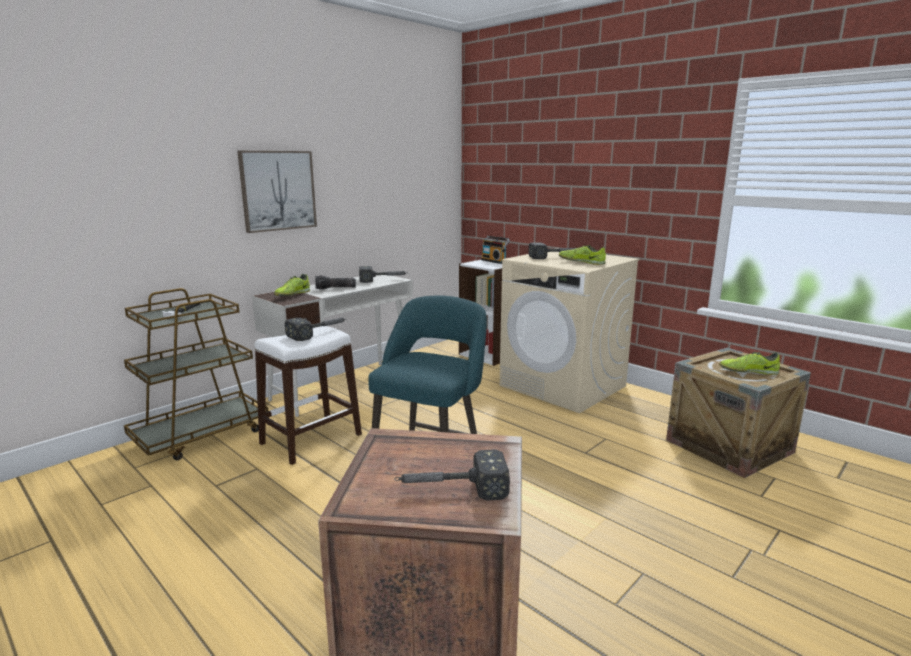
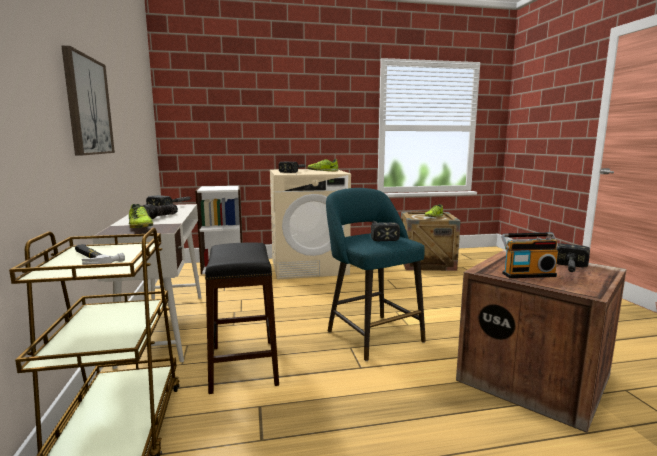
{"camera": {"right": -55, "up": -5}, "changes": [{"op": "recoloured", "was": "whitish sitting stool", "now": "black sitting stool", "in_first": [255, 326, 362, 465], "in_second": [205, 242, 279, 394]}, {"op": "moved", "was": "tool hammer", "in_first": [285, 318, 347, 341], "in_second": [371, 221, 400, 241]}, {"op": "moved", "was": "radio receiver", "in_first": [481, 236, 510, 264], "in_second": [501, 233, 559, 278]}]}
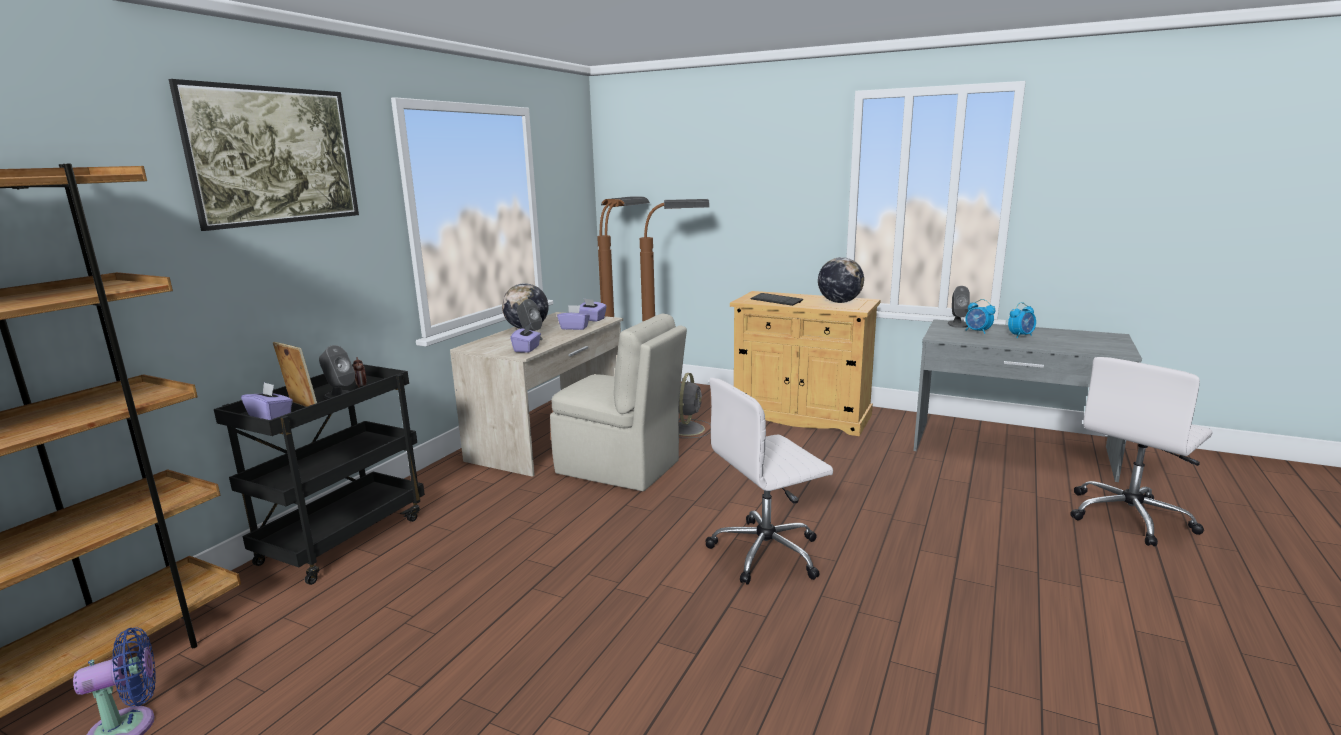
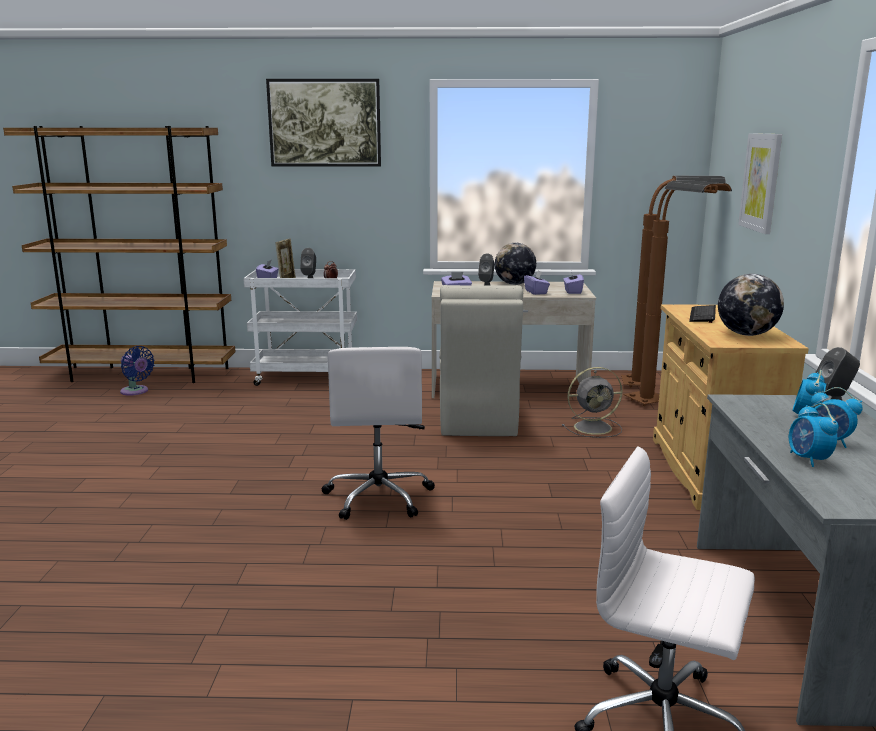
{"camera": {"right": 65, "up": 0}, "changes": [{"op": "recoloured", "was": "black trolley", "now": "whitish trolley", "in_first": [214, 364, 425, 585], "in_second": [243, 269, 357, 386]}, {"op": "turned", "was": "whitish computer chair", "in_first": [705, 378, 833, 585], "in_second": [322, 347, 435, 520], "clockwise": -135}, {"op": "added", "now": "picture", "in_second": [738, 133, 782, 234]}, {"op": "added", "now": "bedside clock", "in_second": [789, 403, 839, 467]}]}
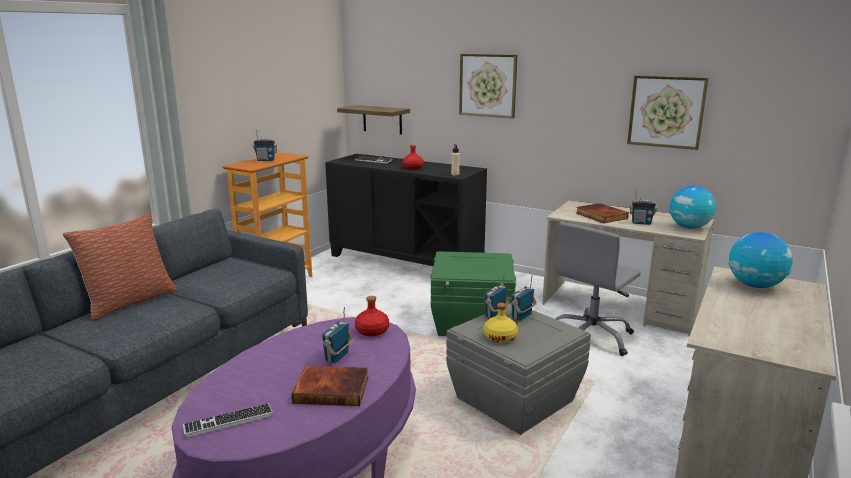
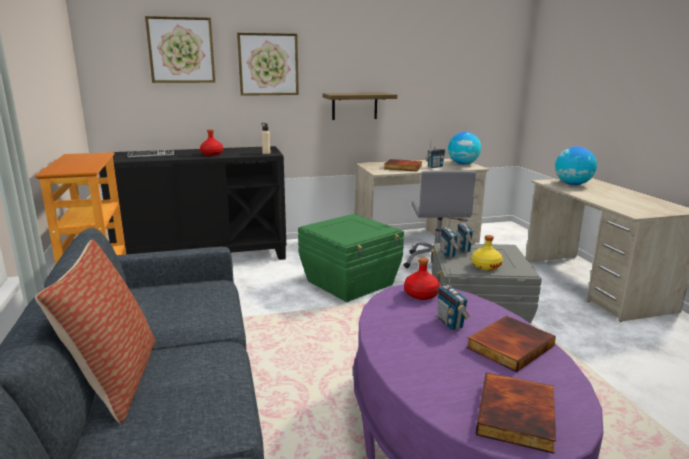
{"camera": {"right": -45, "up": 0}, "changes": [{"op": "moved", "was": "picture", "in_first": [627, 75, 709, 150], "in_second": [145, 16, 215, 83]}, {"op": "moved", "was": "wall shelf", "in_first": [337, 105, 410, 135], "in_second": [323, 93, 397, 120]}, {"op": "replaced", "was": "PC keyboard", "now": "volume", "in_first": [183, 403, 273, 437], "in_second": [476, 373, 556, 454]}, {"op": "removed", "was": "radio receiver", "in_first": [253, 129, 277, 161]}]}
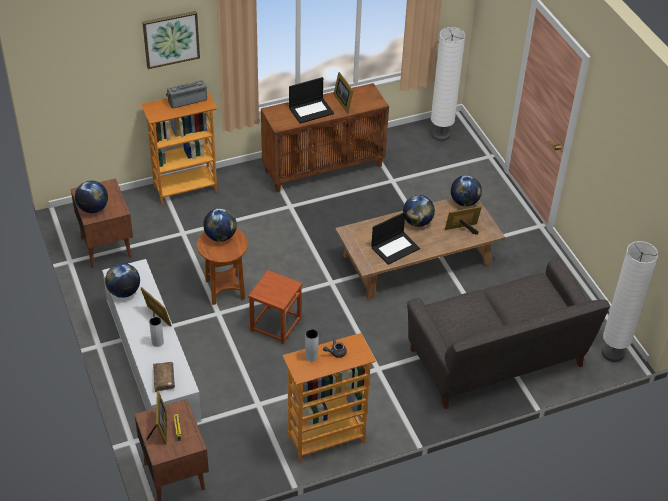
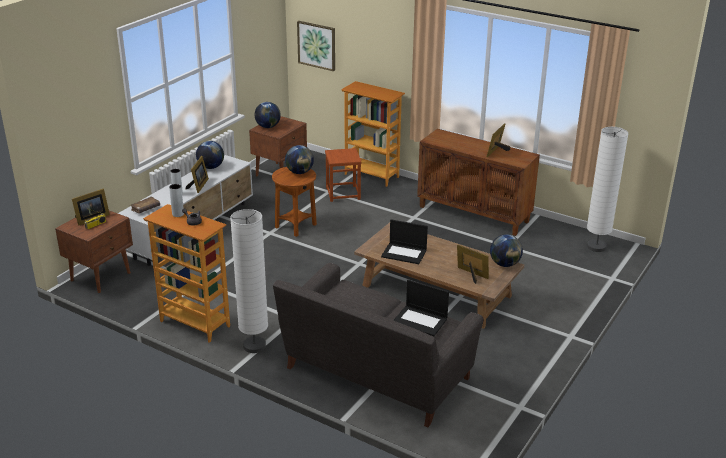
{"camera": {"right": 55, "up": -15}, "changes": [{"op": "moved", "was": "whitish floor lamp", "in_first": [602, 241, 658, 362], "in_second": [230, 209, 268, 353]}, {"op": "moved", "was": "picture", "in_first": [142, 11, 200, 69], "in_second": [297, 21, 335, 71]}, {"op": "moved", "was": "brownish sitting stool", "in_first": [248, 270, 302, 344], "in_second": [325, 148, 362, 202]}, {"op": "moved", "was": "portable computer", "in_first": [289, 77, 334, 124], "in_second": [393, 280, 449, 336]}, {"op": "removed", "was": "radio receiver", "in_first": [166, 80, 207, 108]}, {"op": "removed", "was": "world globe", "in_first": [403, 195, 435, 227]}]}
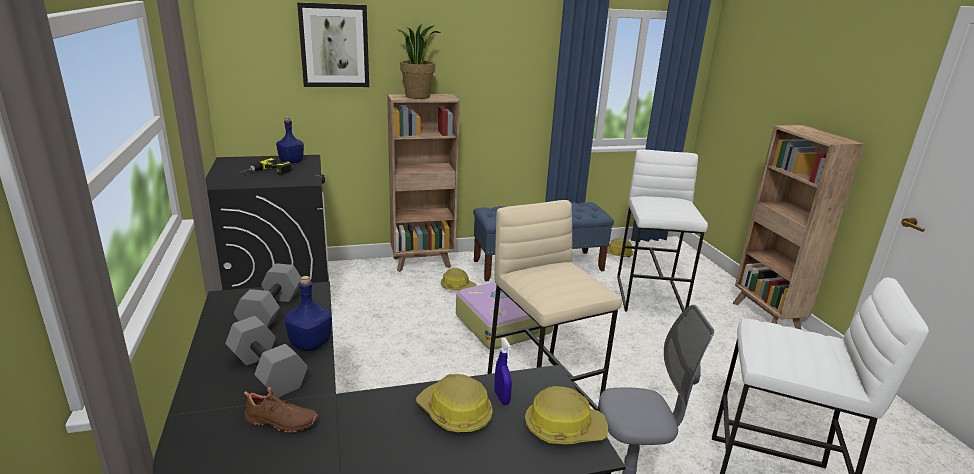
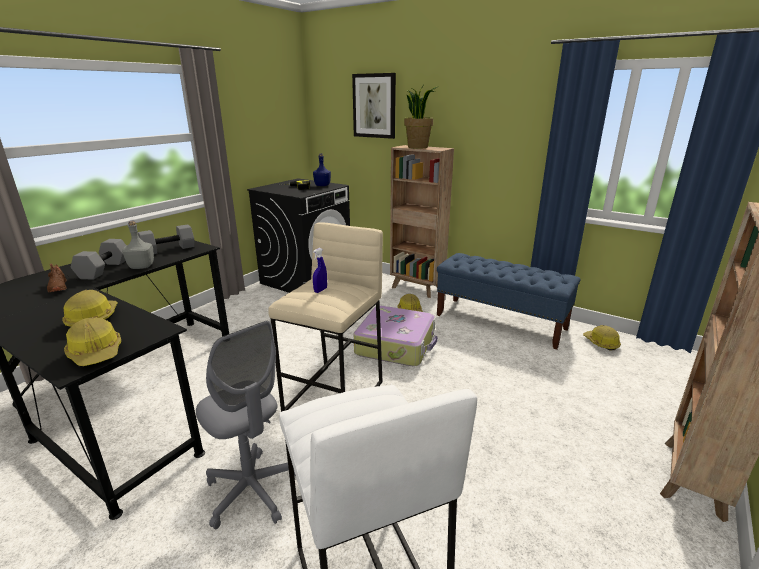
{"camera": {"right": 50, "up": 0}, "changes": [{"op": "recoloured", "was": "bluish beverage bottle", "now": "gray beverage bottle", "in_first": [284, 276, 332, 351], "in_second": [122, 221, 154, 269]}, {"op": "moved", "was": "bluish hand sprayer", "in_first": [494, 338, 512, 405], "in_second": [313, 248, 327, 293]}, {"op": "removed", "was": "whitish sitting stool", "in_first": [617, 150, 708, 312]}]}
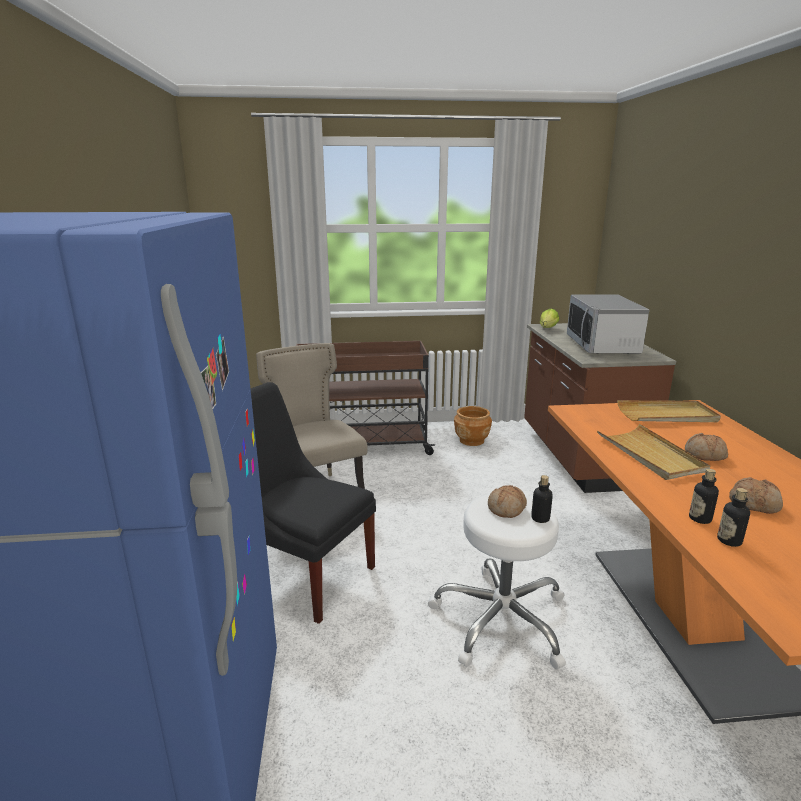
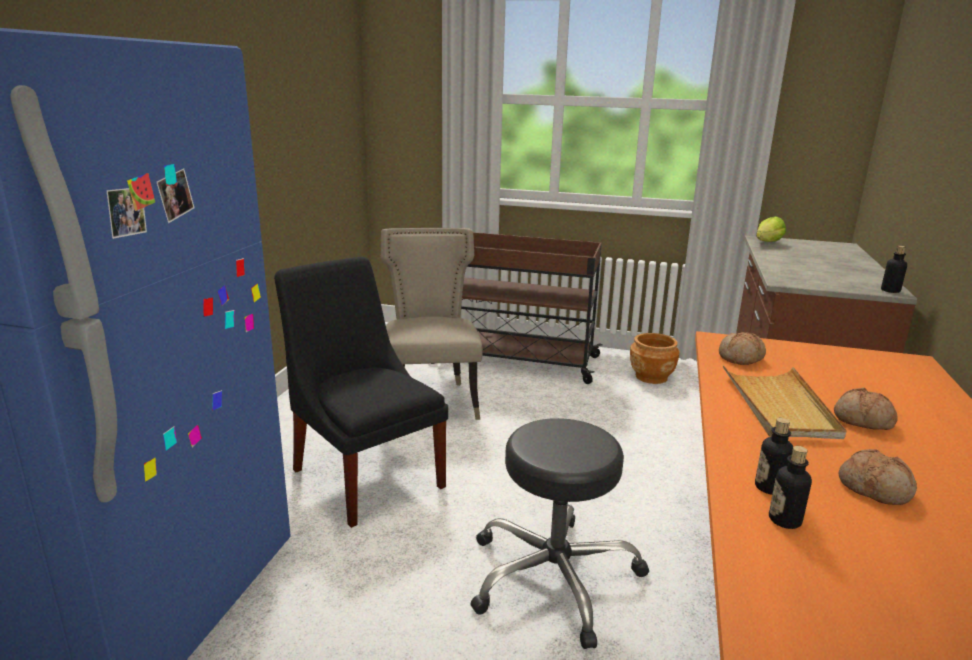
{"camera": {"right": 20, "up": 0}, "changes": [{"op": "recoloured", "was": "whitish sitting stool", "now": "black sitting stool", "in_first": [428, 494, 566, 669], "in_second": [470, 418, 649, 649]}, {"op": "moved", "was": "bread", "in_first": [488, 485, 527, 518], "in_second": [719, 332, 766, 365]}, {"op": "moved", "was": "beverage bottle", "in_first": [531, 475, 553, 523], "in_second": [881, 246, 907, 293]}, {"op": "removed", "was": "microwave oven", "in_first": [567, 295, 649, 354]}, {"op": "removed", "was": "sand-coloured tray", "in_first": [617, 400, 721, 422]}]}
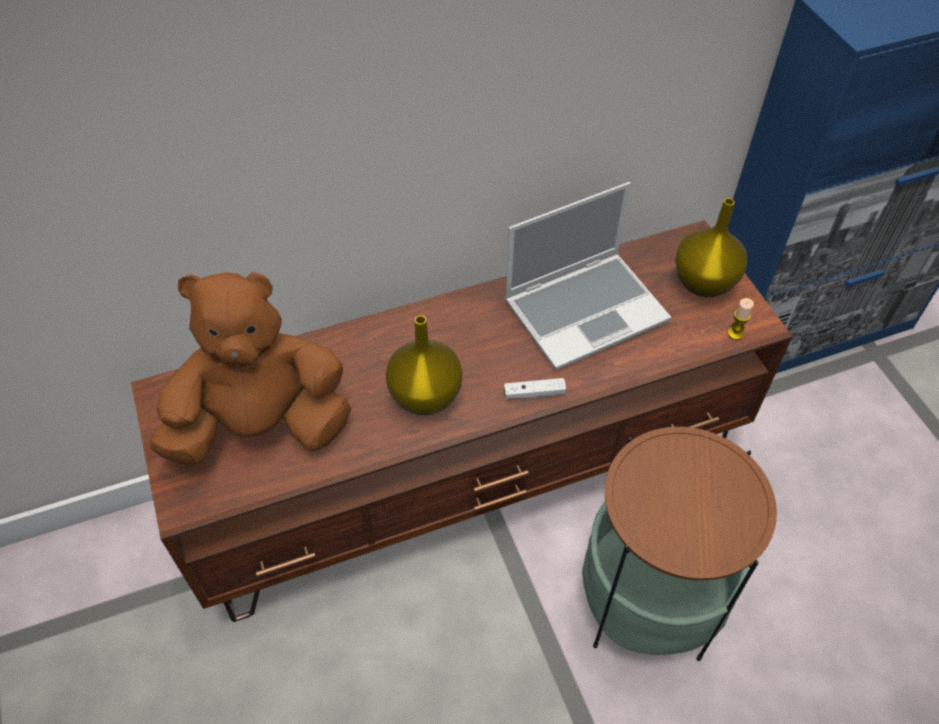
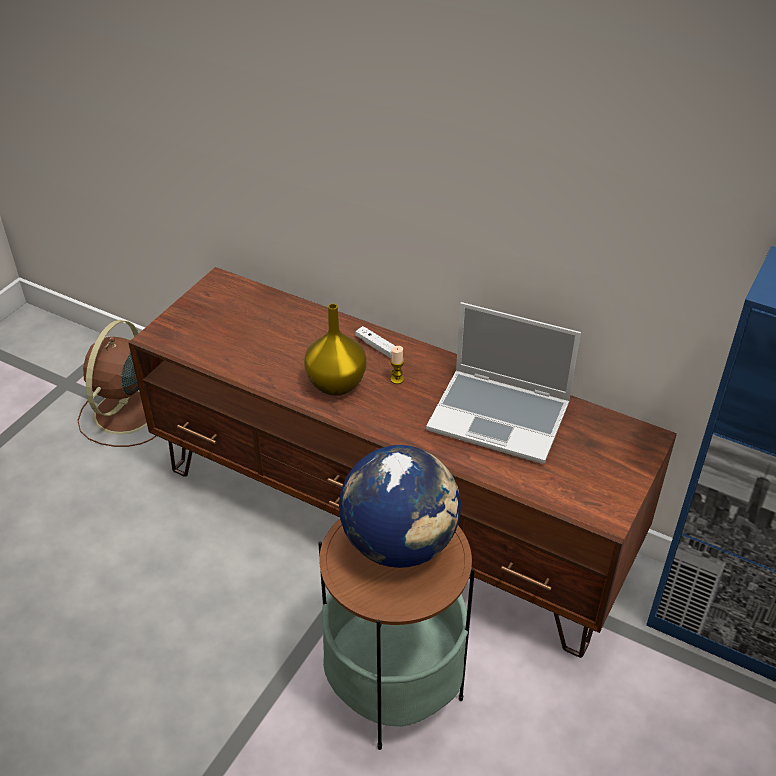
{"camera": {"right": 50, "up": -10}, "changes": [{"op": "added", "now": "brownish electric fan", "in_second": [77, 320, 156, 447]}, {"op": "added", "now": "world globe", "in_second": [339, 445, 461, 568]}, {"op": "moved", "was": "whitish gamepad", "in_first": [504, 378, 566, 399], "in_second": [356, 326, 395, 358]}, {"op": "moved", "was": "wax light", "in_first": [727, 298, 754, 340], "in_second": [390, 346, 404, 384]}, {"op": "removed", "was": "brownish soft toy", "in_first": [149, 272, 351, 466]}, {"op": "removed", "was": "yellow decorative vase", "in_first": [675, 198, 747, 297]}]}
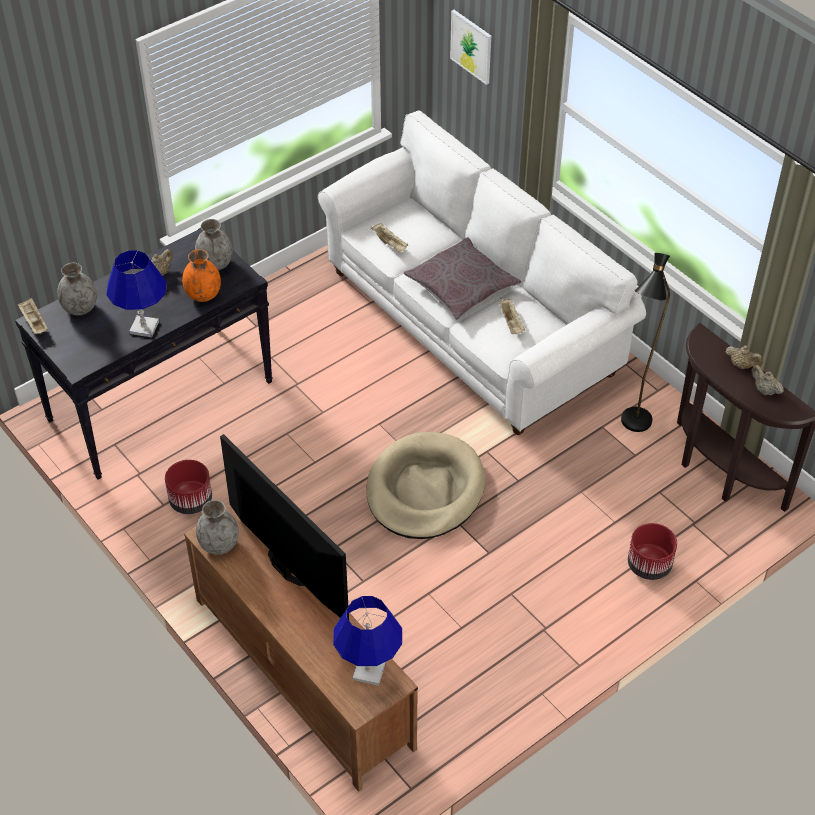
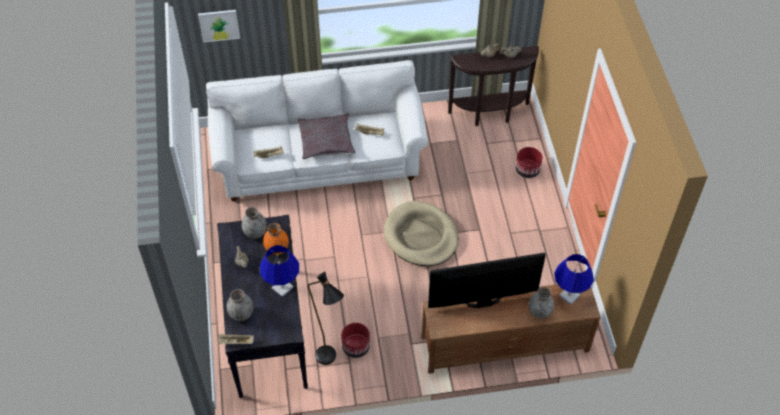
{"camera": {"right": -60, "up": 5}, "changes": [{"op": "moved", "was": "black floor lamp", "in_first": [621, 253, 670, 432], "in_second": [308, 272, 344, 365]}, {"op": "moved", "was": "gray decorative vase", "in_first": [196, 500, 239, 555], "in_second": [528, 287, 554, 318]}]}
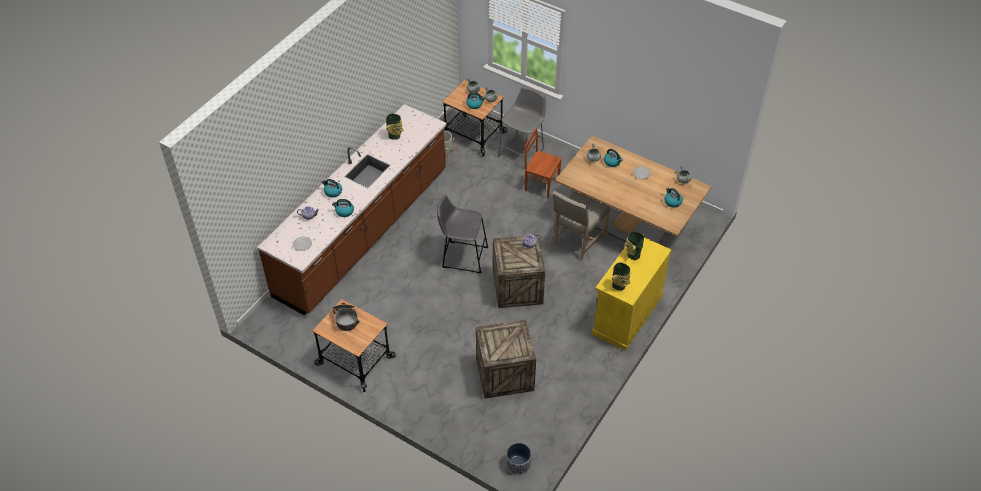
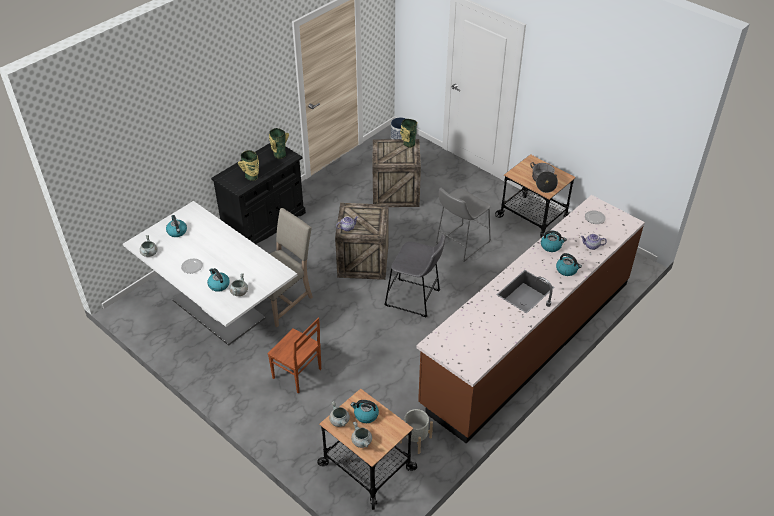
{"camera": {"right": -170, "up": -5}, "changes": [{"op": "recoloured", "was": "brownish kitchen table", "now": "whitish kitchen table", "in_first": [555, 136, 712, 243], "in_second": [123, 201, 297, 346]}, {"op": "recoloured", "was": "yellow cabinet", "now": "black cabinet", "in_first": [592, 237, 672, 351], "in_second": [211, 143, 306, 244]}, {"op": "moved", "was": "decorative vase", "in_first": [386, 114, 403, 140], "in_second": [400, 119, 417, 148]}, {"op": "moved", "was": "gray sitting stool", "in_first": [498, 86, 546, 169], "in_second": [435, 188, 491, 262]}]}
